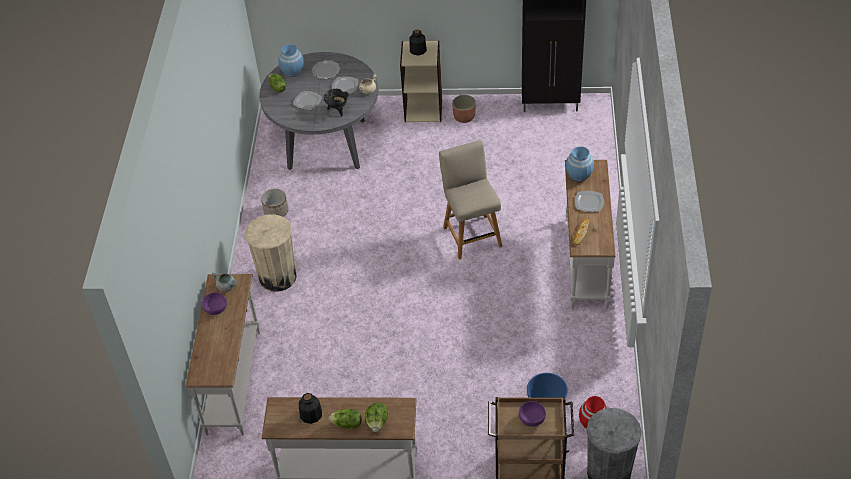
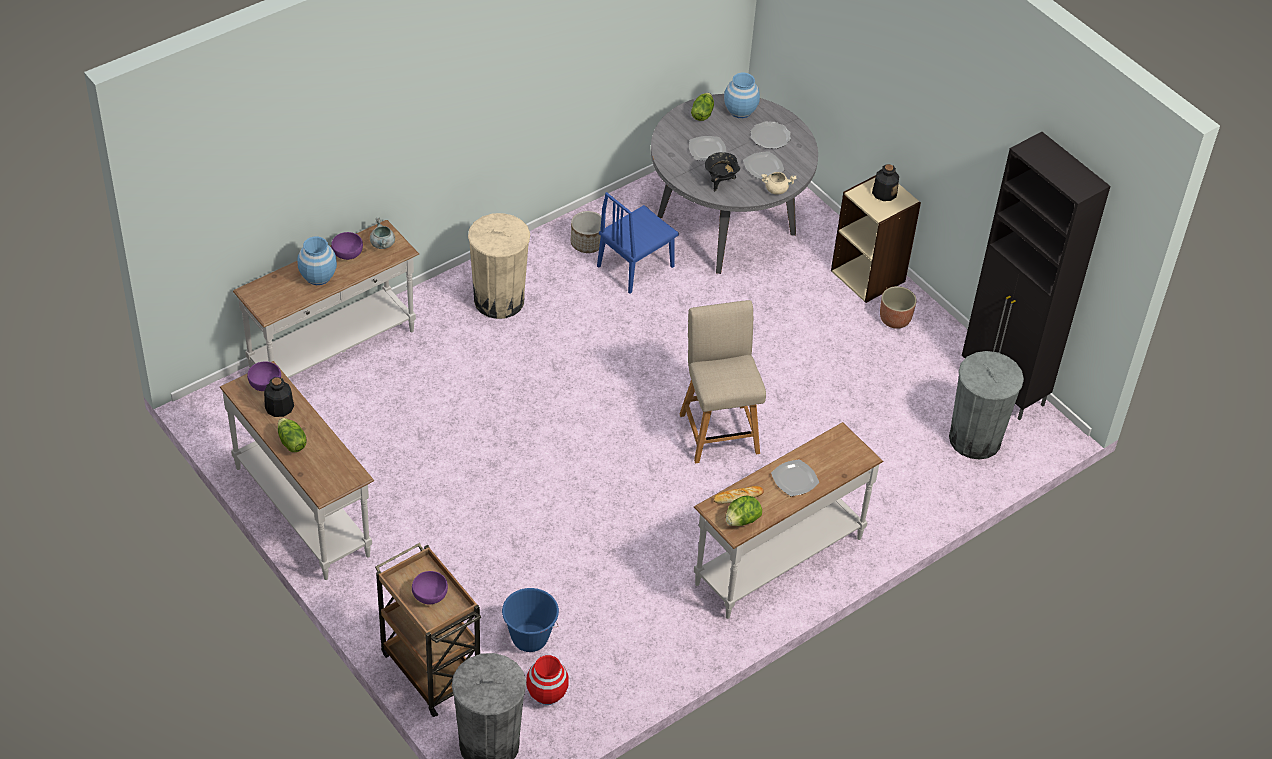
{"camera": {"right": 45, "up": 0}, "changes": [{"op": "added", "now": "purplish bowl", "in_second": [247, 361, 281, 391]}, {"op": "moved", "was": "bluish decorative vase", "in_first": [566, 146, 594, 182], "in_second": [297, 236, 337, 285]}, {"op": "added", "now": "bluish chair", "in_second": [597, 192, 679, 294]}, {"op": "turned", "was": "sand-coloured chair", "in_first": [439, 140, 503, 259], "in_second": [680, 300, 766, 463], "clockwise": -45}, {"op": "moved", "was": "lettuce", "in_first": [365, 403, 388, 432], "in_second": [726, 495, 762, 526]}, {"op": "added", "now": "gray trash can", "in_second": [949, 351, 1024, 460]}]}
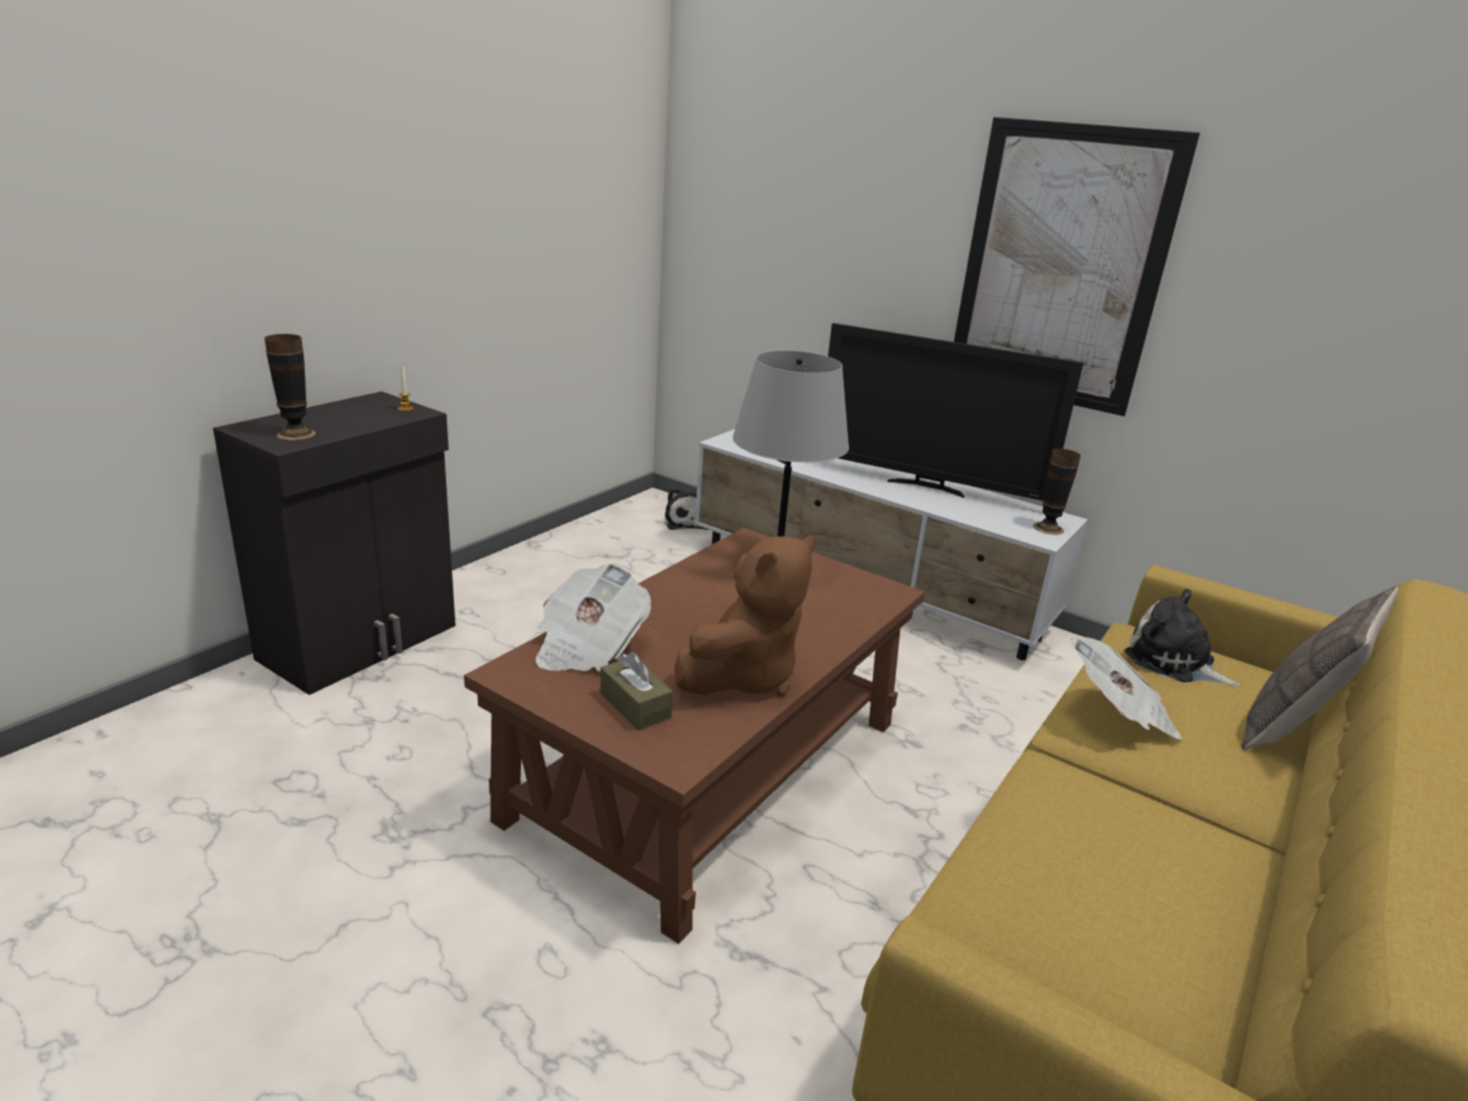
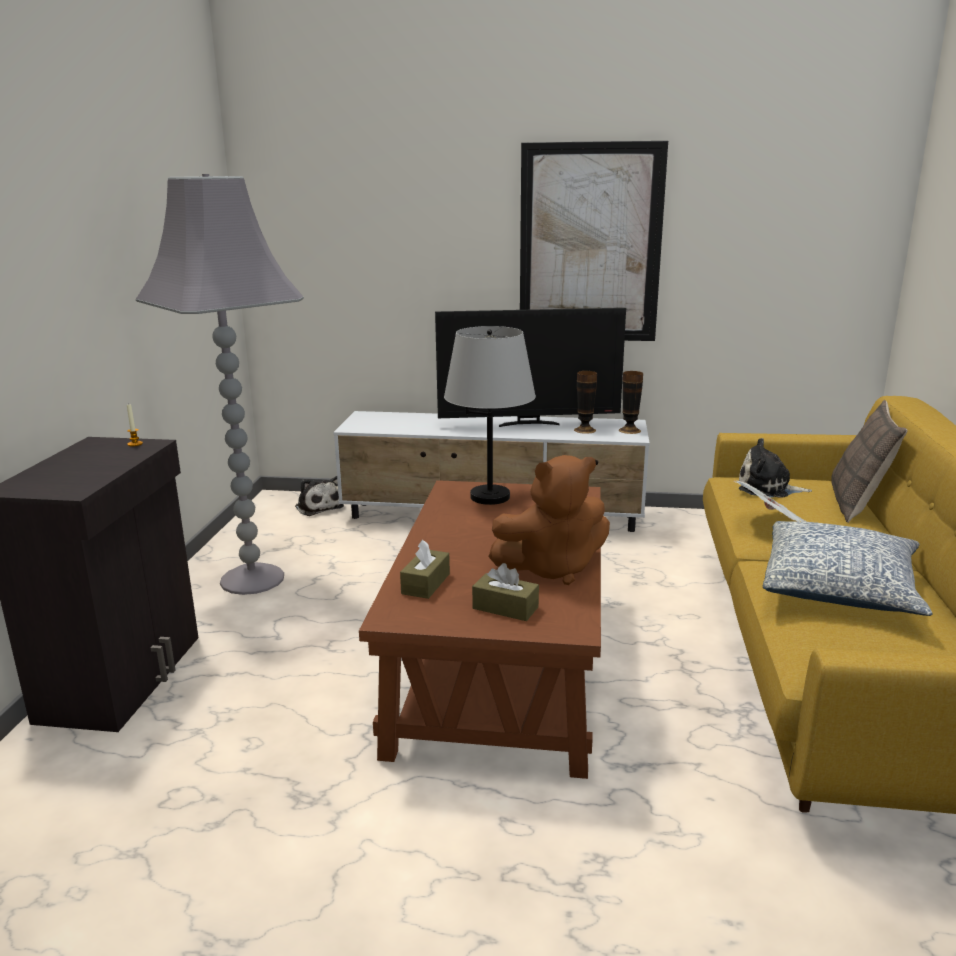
{"camera": {"right": -25, "up": -5}, "changes": [{"op": "added", "now": "gray floor lamp", "in_second": [136, 174, 304, 595]}, {"op": "replaced", "was": "printed paper", "now": "brownish box of tissues", "in_first": [535, 563, 651, 672], "in_second": [400, 540, 450, 599]}, {"op": "turned", "was": "brownish soft toy", "in_first": [675, 535, 816, 696], "in_second": [488, 455, 610, 585], "clockwise": 60}, {"op": "moved", "was": "decorative vase", "in_first": [265, 334, 316, 440], "in_second": [574, 371, 597, 434]}, {"op": "added", "now": "cushion", "in_second": [763, 521, 933, 616]}]}
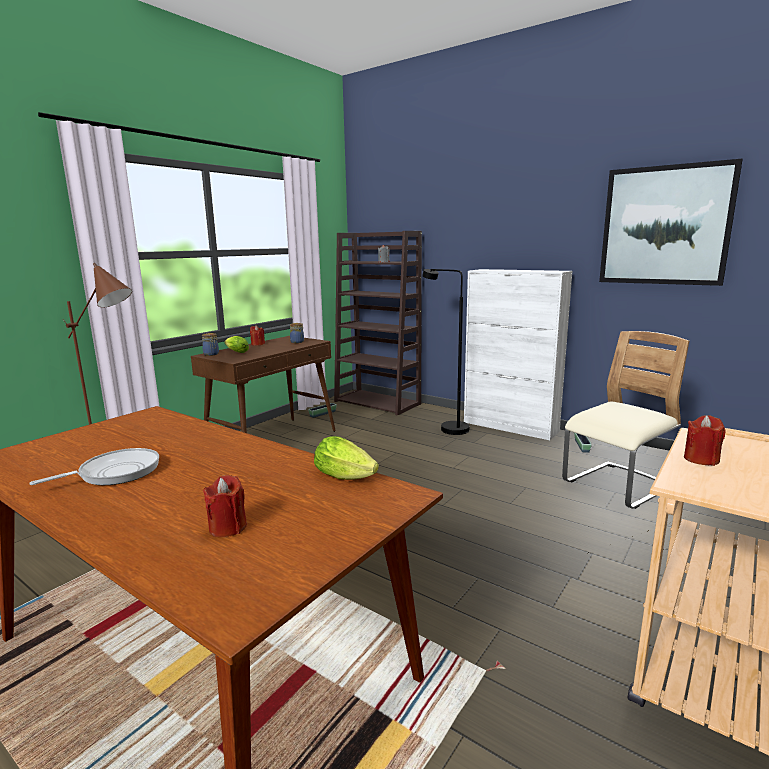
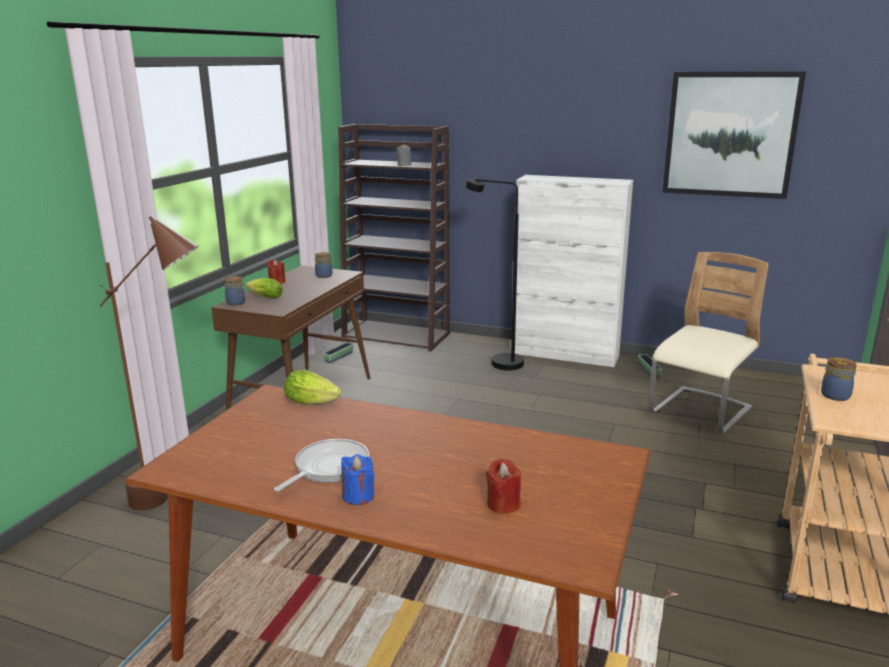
{"camera": {"right": -15, "up": 5}, "changes": [{"op": "moved", "was": "lettuce", "in_first": [314, 436, 379, 480], "in_second": [284, 370, 341, 405]}, {"op": "added", "now": "bluish wax light", "in_second": [341, 454, 375, 505]}, {"op": "replaced", "was": "reddish wax light", "now": "storage jar", "in_first": [684, 415, 726, 466], "in_second": [821, 357, 857, 401]}]}
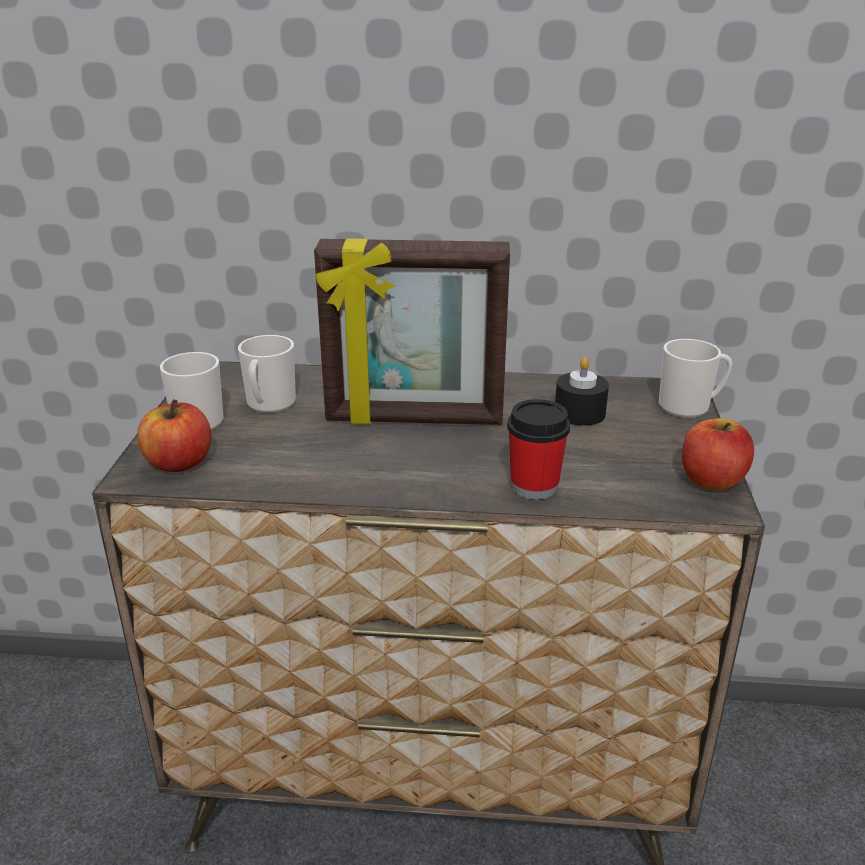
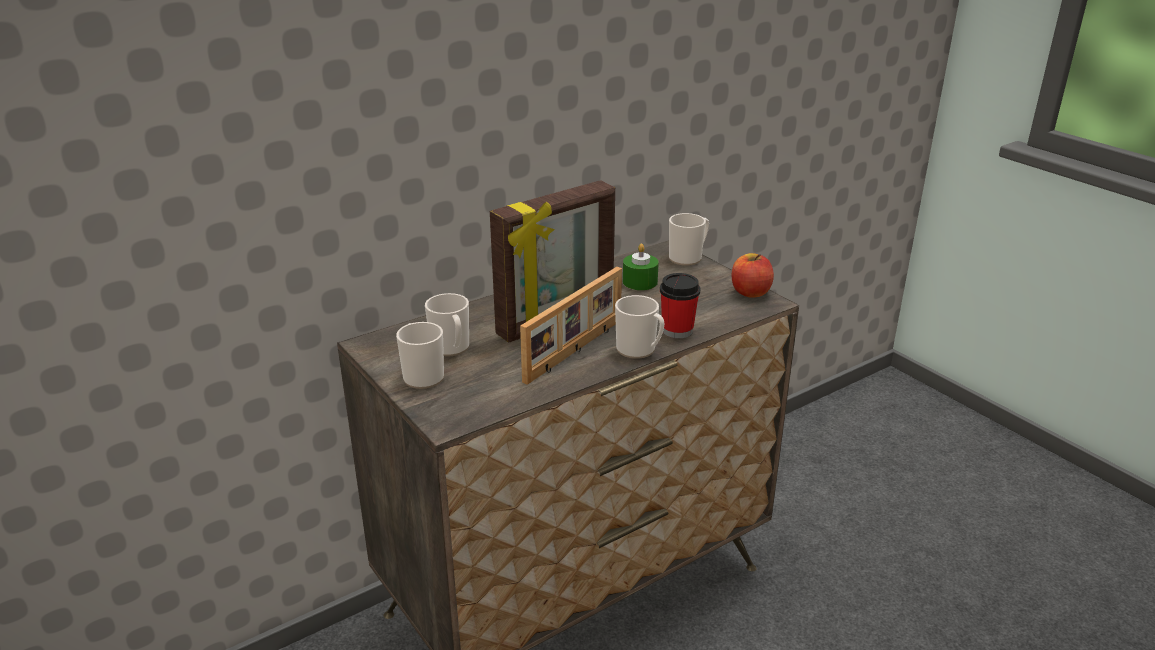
{"camera": {"right": -40, "up": 0}, "changes": [{"op": "added", "now": "standing frame", "in_second": [520, 267, 622, 385]}, {"op": "added", "now": "coffee mug", "in_second": [615, 295, 664, 359]}, {"op": "recoloured", "was": "black wax light", "now": "greenish wax light", "in_first": [555, 357, 609, 426], "in_second": [623, 244, 659, 290]}, {"op": "removed", "was": "apple", "in_first": [137, 399, 211, 472]}]}
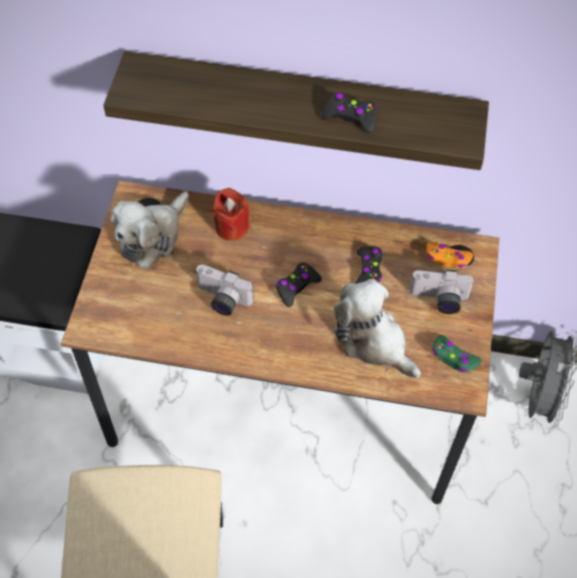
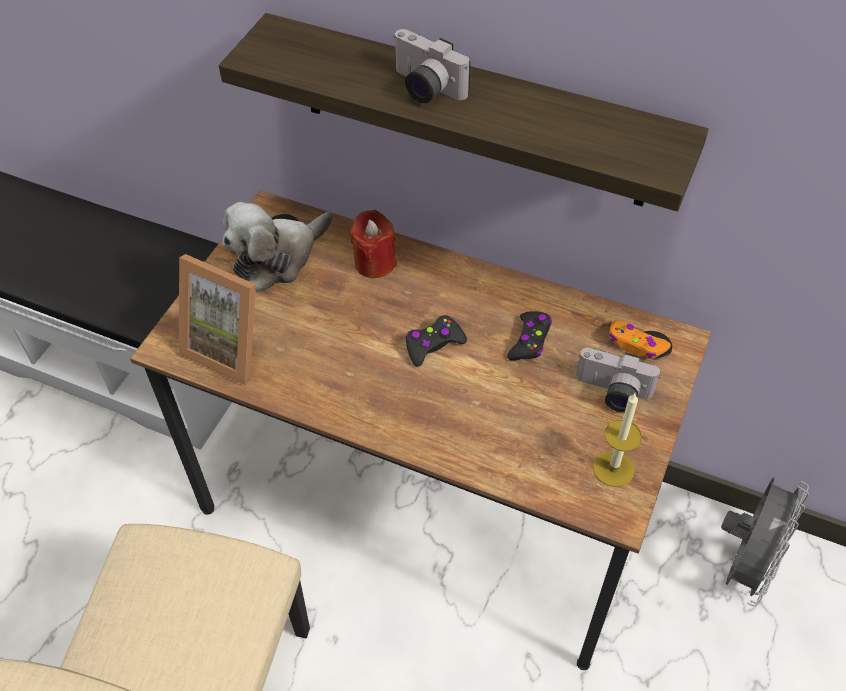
{"camera": {"right": 15, "up": -5}, "changes": [{"op": "added", "now": "standing frame", "in_second": [179, 254, 256, 385]}, {"op": "moved", "was": "still camera", "in_first": [195, 264, 254, 316], "in_second": [393, 29, 471, 103]}, {"op": "replaced", "was": "greenish gamepad", "now": "wax light", "in_first": [432, 335, 482, 373], "in_second": [593, 394, 642, 487]}, {"op": "removed", "was": "black gamepad", "in_first": [321, 92, 377, 133]}, {"op": "removed", "was": "soft toy", "in_first": [334, 279, 421, 378]}]}
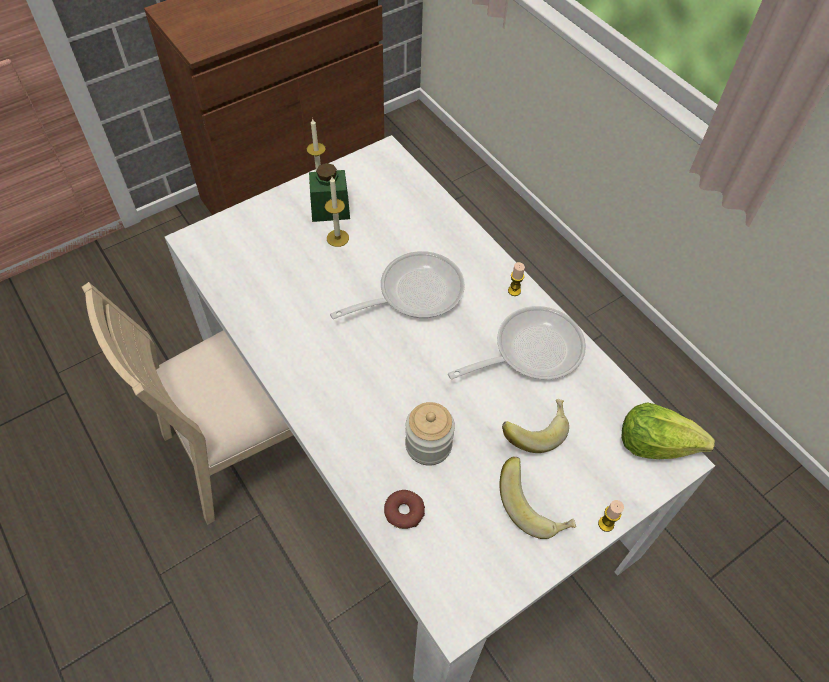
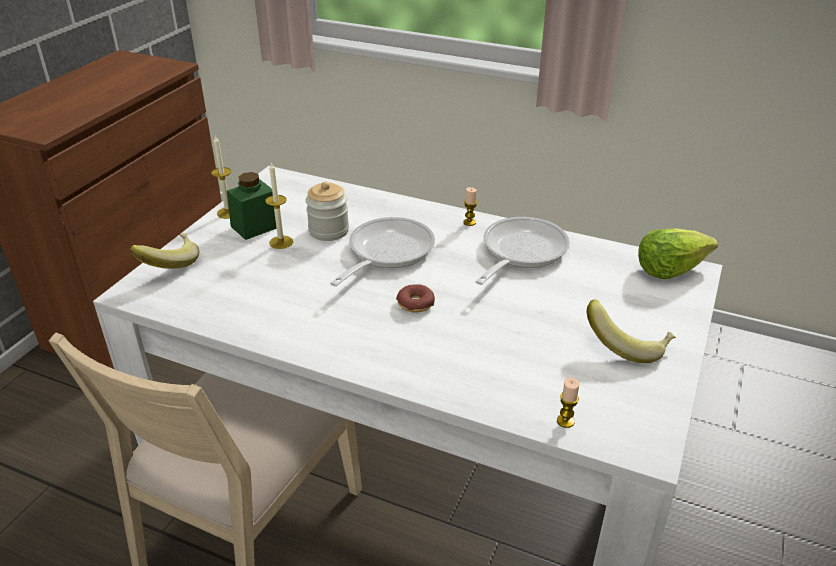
{"camera": {"right": -30, "up": -20}, "changes": [{"op": "moved", "was": "whole banana", "in_first": [502, 399, 569, 453], "in_second": [130, 233, 199, 269]}, {"op": "moved", "was": "storage jar", "in_first": [405, 402, 455, 466], "in_second": [306, 182, 349, 241]}, {"op": "moved", "was": "doughnut", "in_first": [384, 490, 425, 529], "in_second": [396, 285, 435, 313]}, {"op": "moved", "was": "wax light", "in_first": [598, 500, 624, 532], "in_second": [557, 377, 579, 428]}]}
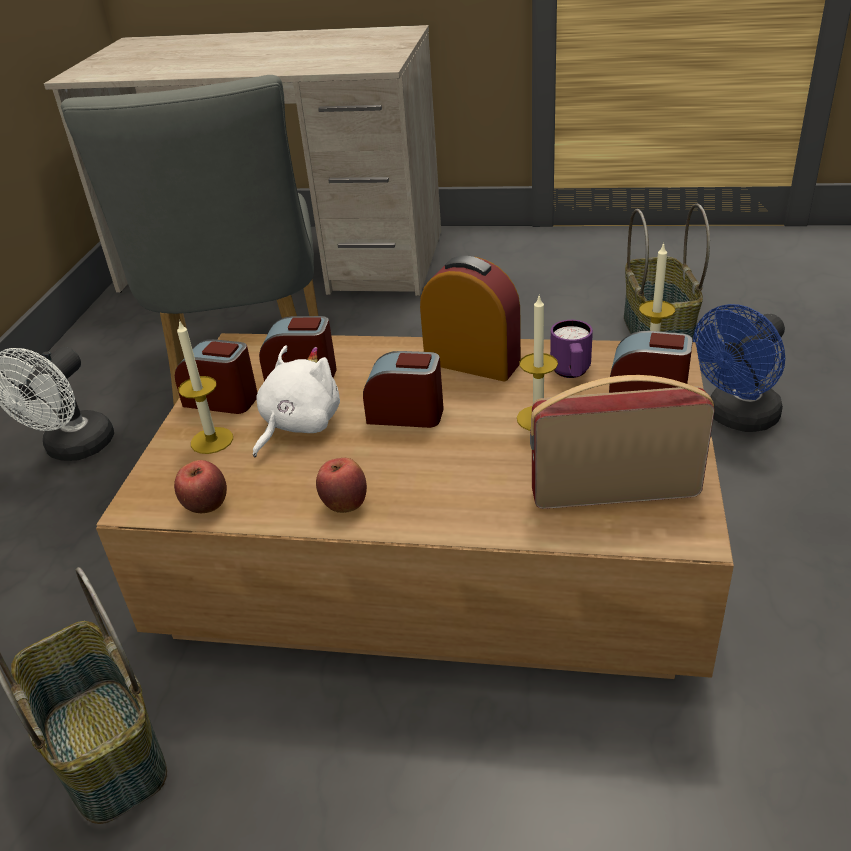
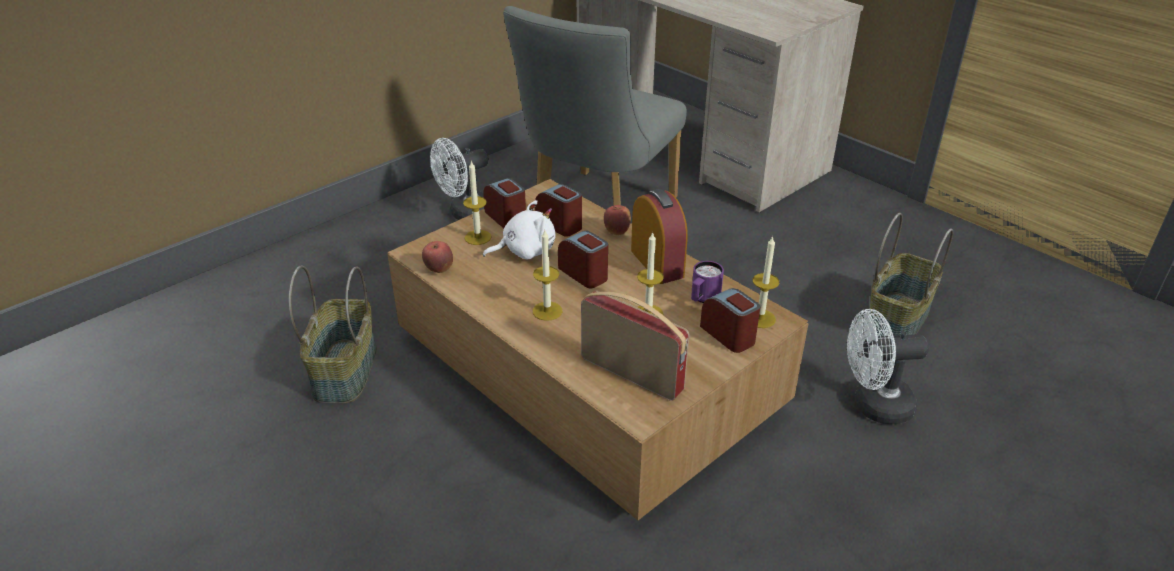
{"camera": {"right": 35, "up": 0}, "changes": [{"op": "added", "now": "wax light", "in_second": [533, 230, 562, 321]}, {"op": "moved", "was": "apple", "in_first": [316, 458, 367, 513], "in_second": [604, 205, 631, 235]}, {"op": "recoloured", "was": "bluish electric fan", "now": "whitish electric fan", "in_first": [693, 304, 785, 432], "in_second": [847, 309, 929, 424]}]}
